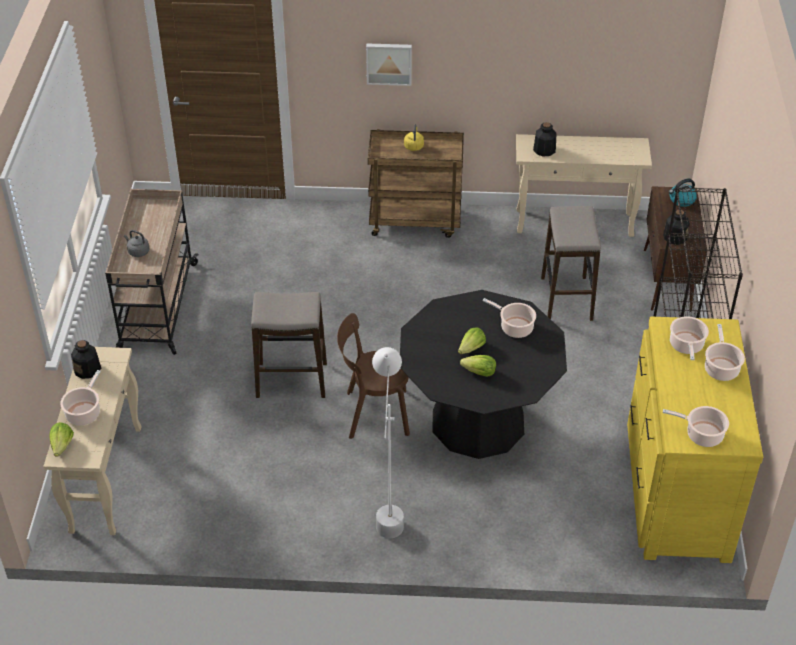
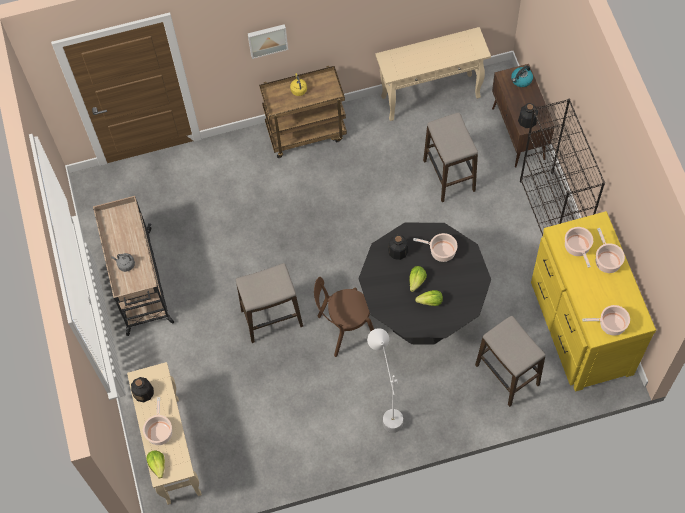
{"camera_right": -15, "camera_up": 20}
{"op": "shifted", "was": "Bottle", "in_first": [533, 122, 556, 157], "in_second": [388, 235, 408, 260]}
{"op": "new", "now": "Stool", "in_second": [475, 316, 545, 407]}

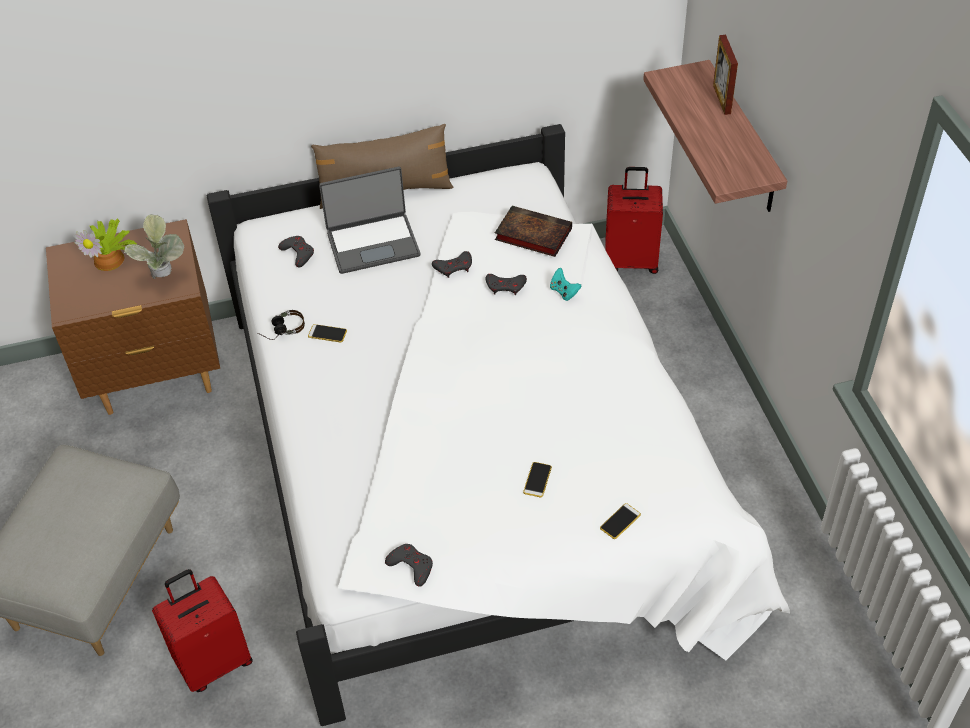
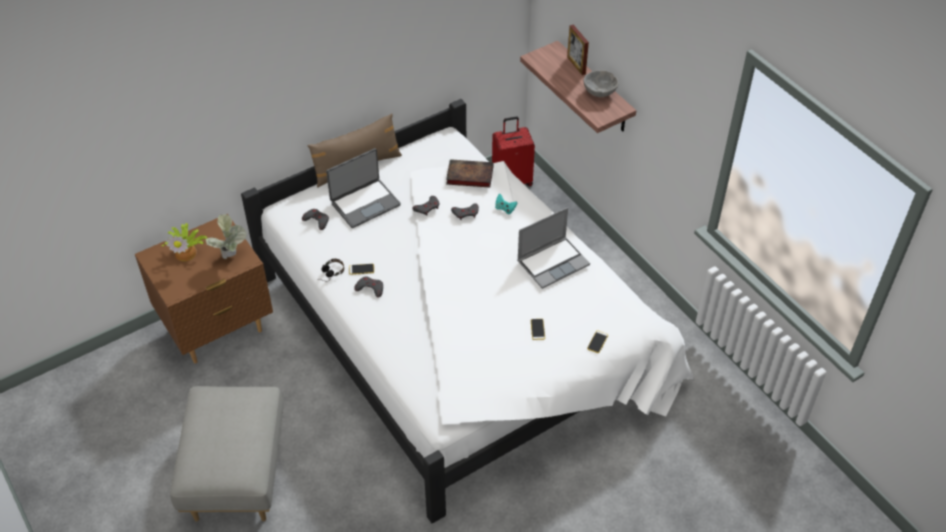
{"camera_right": -20, "camera_up": 0}
{"op": "shifted", "was": "GreyGameController", "in_first": [385, 544, 433, 587], "in_second": [354, 277, 383, 298]}
{"op": "new", "now": "Laptop", "in_second": [517, 207, 590, 289]}
{"op": "new", "now": "GreyBowl", "in_second": [584, 70, 618, 97]}
{"op": "gone", "was": "RedSuitcase", "in_first": [152, 569, 253, 692]}

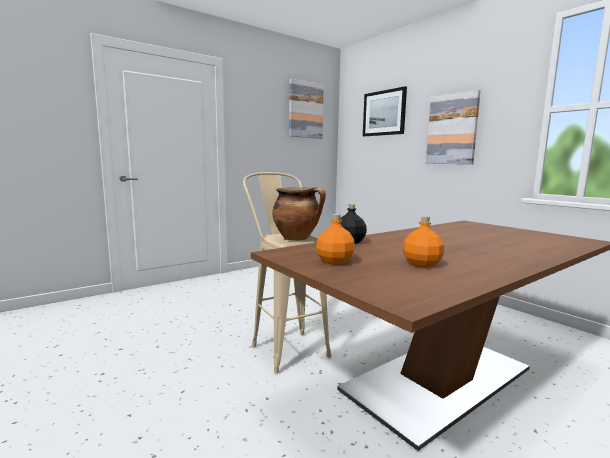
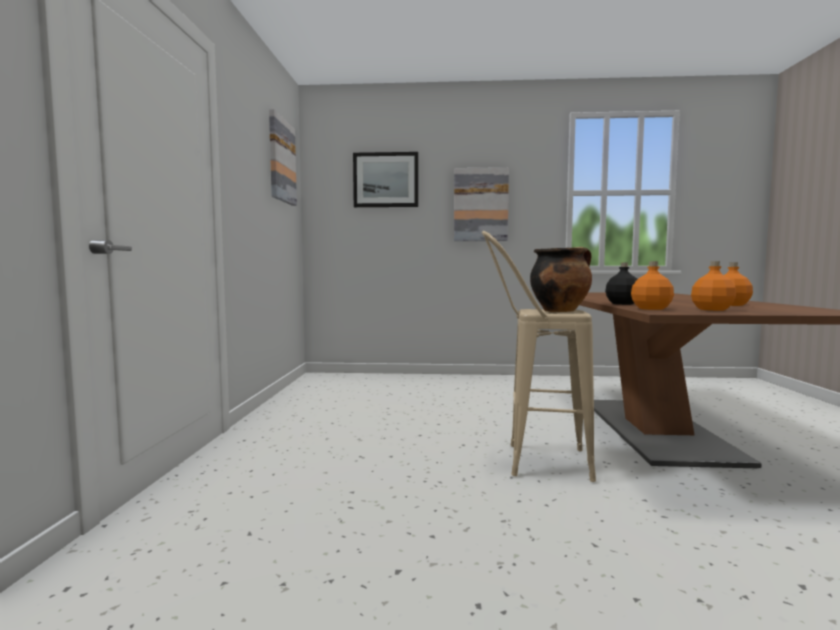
{"camera_right": -50, "camera_up": -5}
{"op": "new", "now": "OrangeBottle", "in_second": [631, 261, 674, 310]}

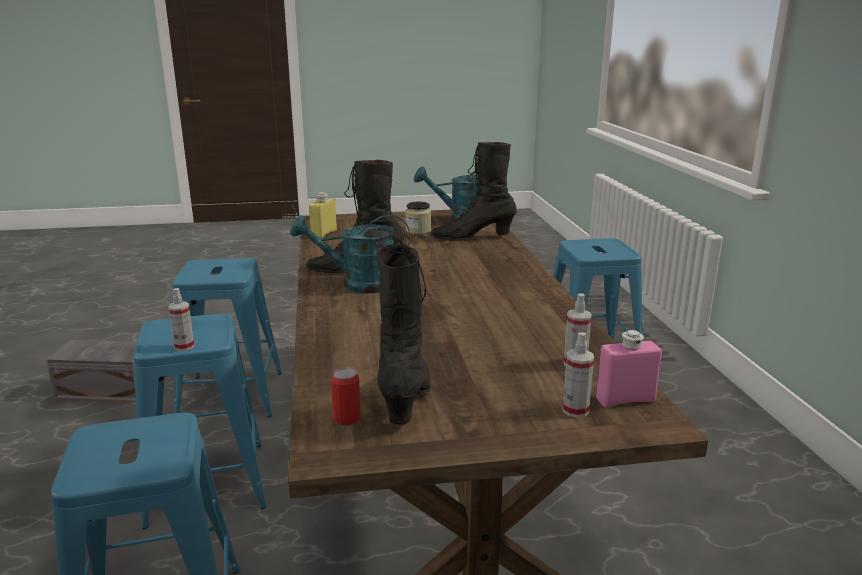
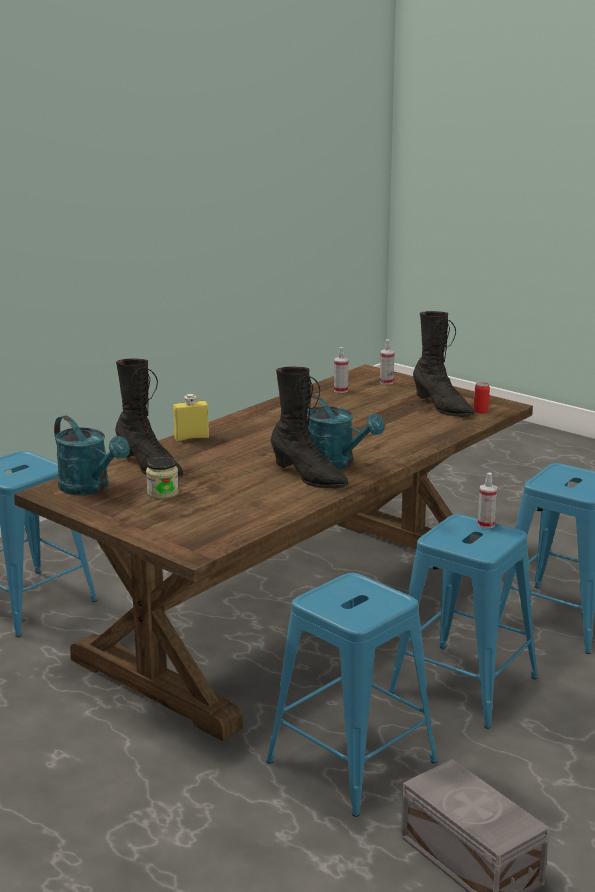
{"camera_right": -130, "camera_up": 0}
{"op": "shifted", "was": "YellowBottle", "in_first": [309, 192, 337, 239], "in_second": [173, 394, 209, 441]}
{"op": "rotated", "was": "BlackBoot", "in_first": [376, 242, 431, 425], "in_second": [413, 311, 474, 417], "clockwise": -90}
{"op": "gone", "was": "PinkBottle", "in_first": [596, 330, 662, 407]}

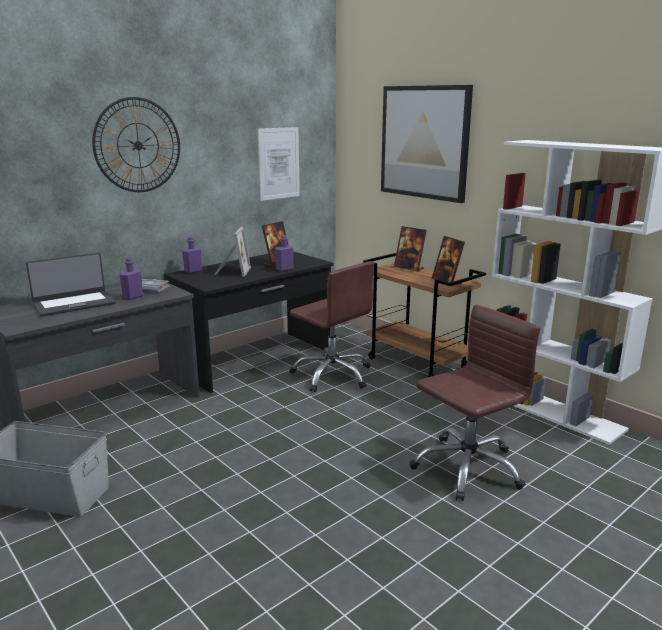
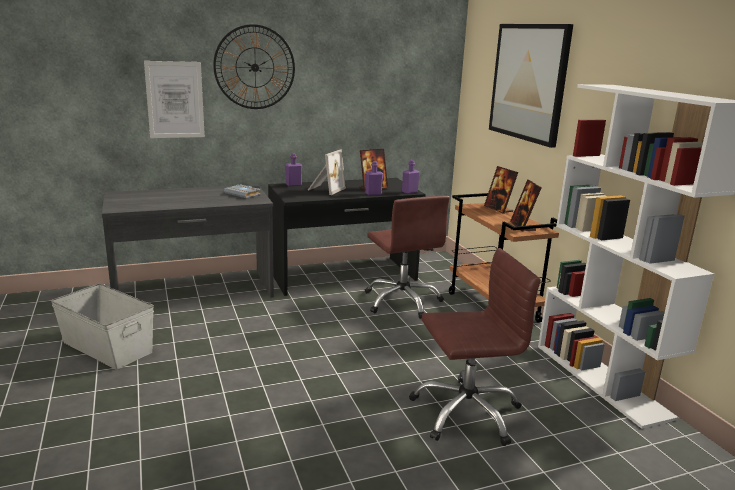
{"camera_right": 20, "camera_up": 0}
{"op": "shifted", "was": "Picture", "in_first": [257, 127, 300, 201], "in_second": [144, 61, 205, 138]}
{"op": "shifted", "was": "PurpleBottle", "in_first": [119, 257, 143, 300], "in_second": [402, 160, 420, 194]}
{"op": "gone", "was": "Laptop", "in_first": [26, 253, 116, 316]}

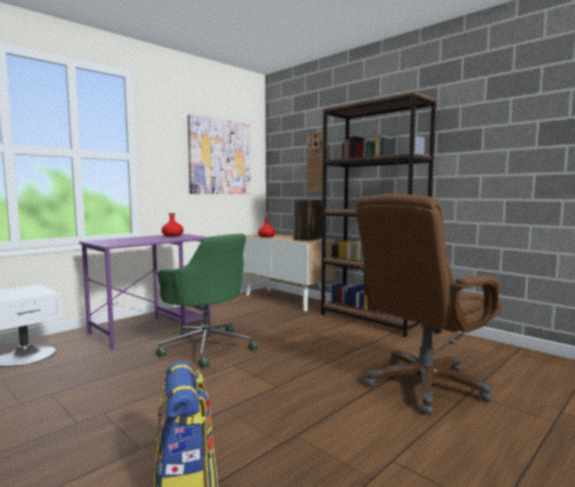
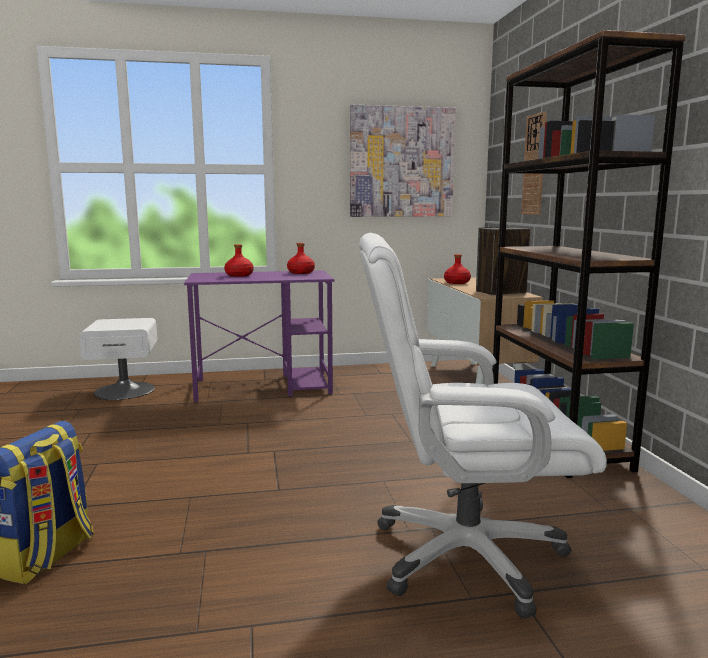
{"camera_right": 35, "camera_up": 5}
{"op": "new", "now": "RedBottle", "in_second": [224, 244, 254, 277]}
{"op": "repainted", "was": "BrownOfficeChair", "now": "WhiteOfficeChair", "in_first": [356, 194, 502, 415], "in_second": [359, 233, 607, 618]}
{"op": "gone", "was": "GreenOfficeChair", "in_first": [156, 234, 258, 368]}

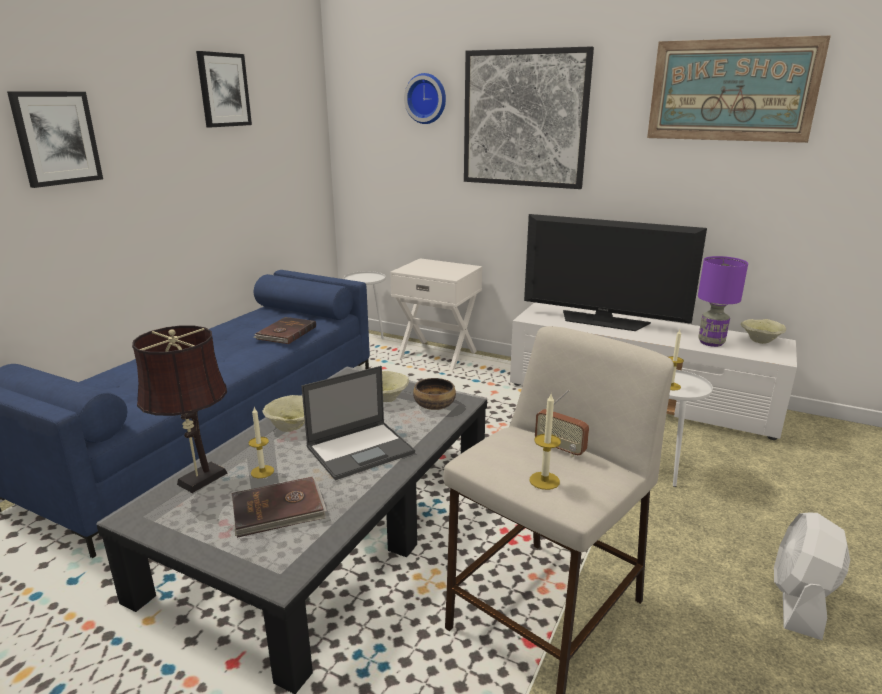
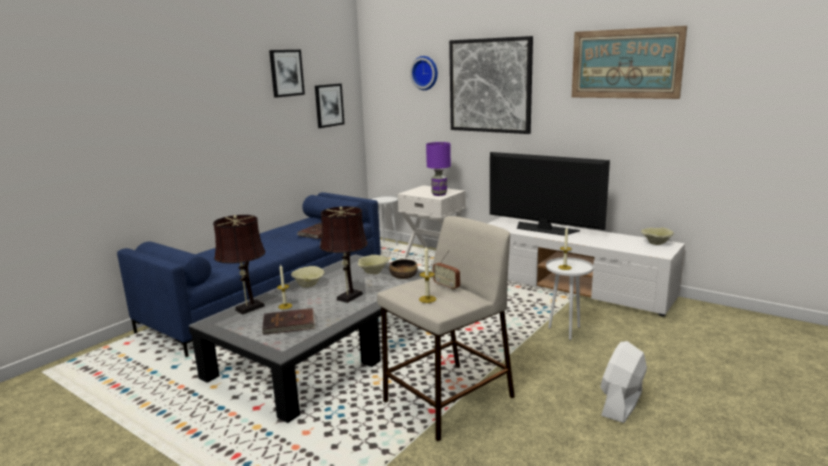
{"camera_right": 10, "camera_up": -5}
{"op": "shifted", "was": "Picture", "in_first": [7, 91, 103, 188], "in_second": [315, 84, 345, 128]}
{"op": "swapped", "was": "Laptop", "now": "BrownTableLamp", "in_first": [301, 366, 415, 480], "in_second": [320, 206, 368, 303]}
{"op": "shifted", "was": "PurpleTableLamp", "in_first": [698, 256, 748, 347], "in_second": [426, 142, 451, 196]}

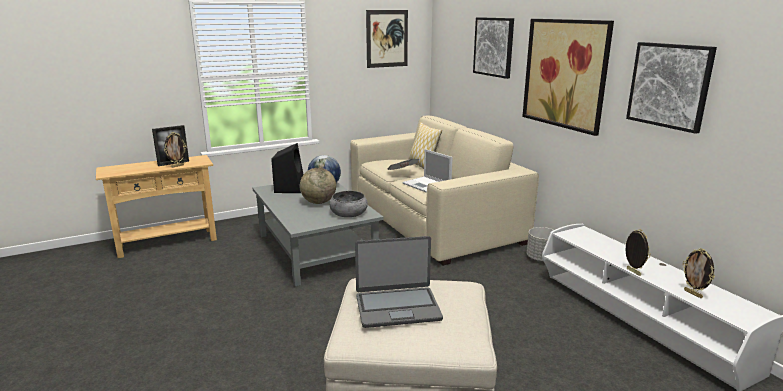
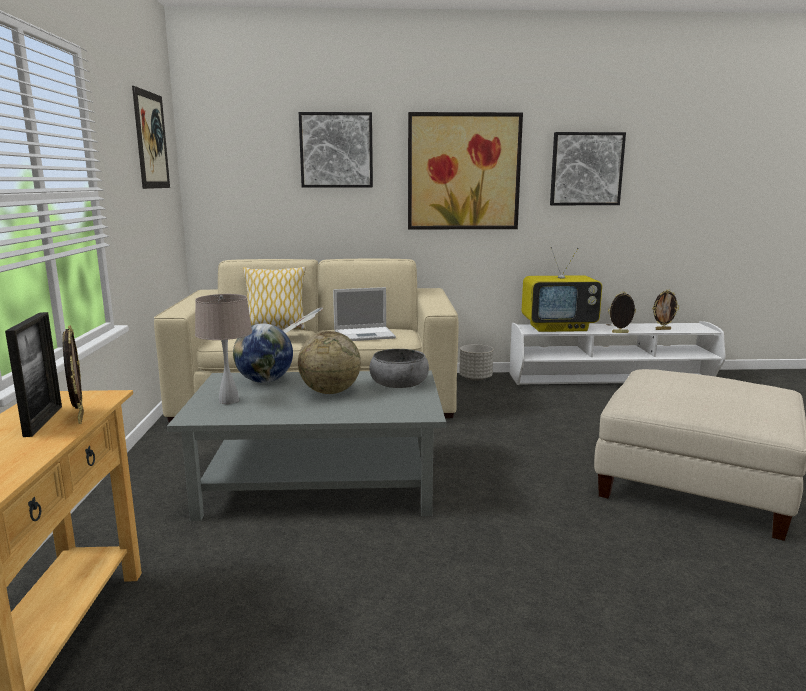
{"camera_right": -65, "camera_up": -5}
{"op": "swapped", "was": "BlackSpeaker", "now": "BeigeTableLamp", "in_first": [271, 143, 304, 193], "in_second": [195, 294, 252, 404]}
{"op": "new", "now": "Television", "in_second": [522, 247, 602, 332]}
{"op": "gone", "was": "Laptop", "in_first": [355, 236, 443, 328]}

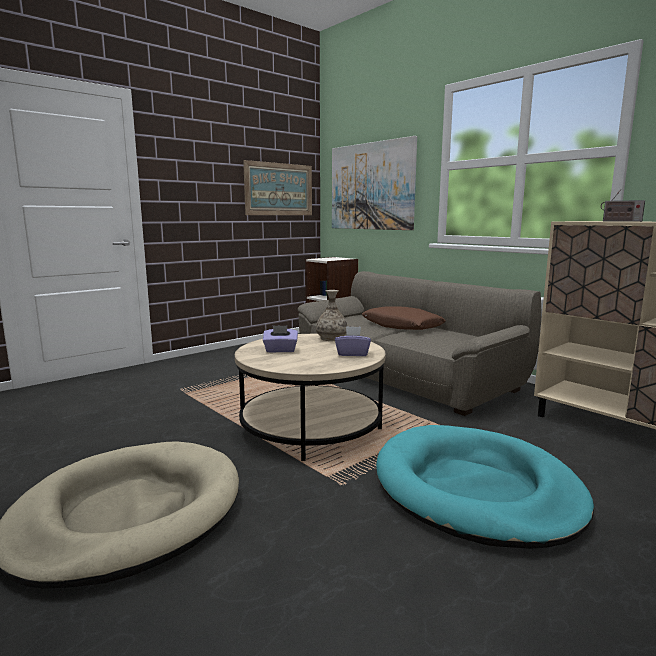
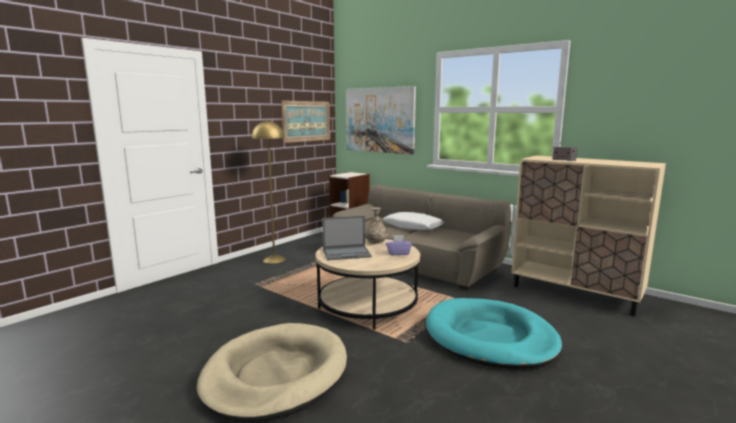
{"camera_right": -10, "camera_up": 0}
{"op": "new", "now": "YellowFloorLamp", "in_second": [252, 120, 286, 264]}
{"op": "swapped", "was": "PurpleTissueBox", "now": "Laptop", "in_first": [263, 325, 298, 353], "in_second": [322, 216, 372, 260]}
{"op": "repainted", "was": "BrownPillow", "now": "WhitePillow", "in_first": [362, 306, 446, 330], "in_second": [383, 212, 444, 230]}

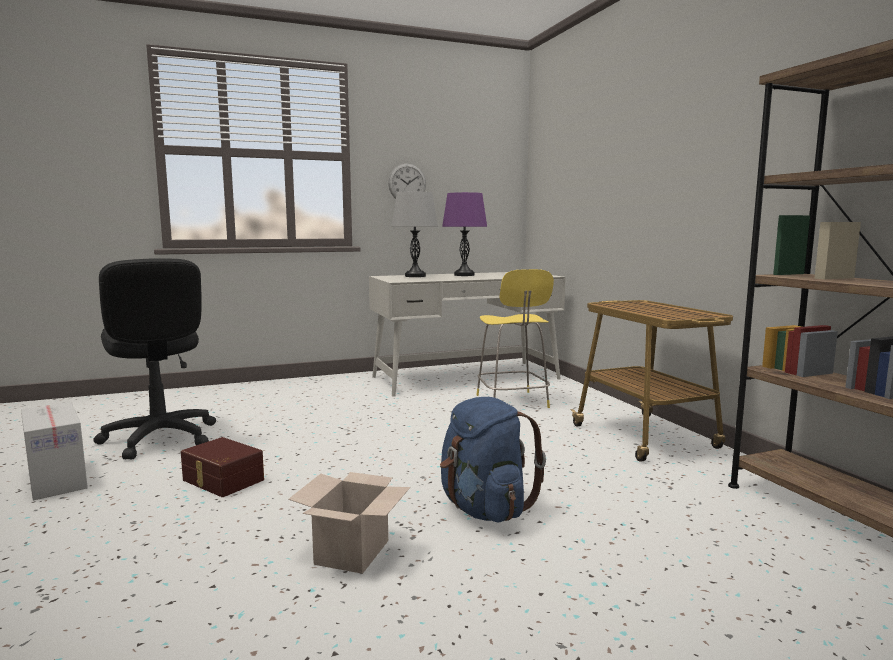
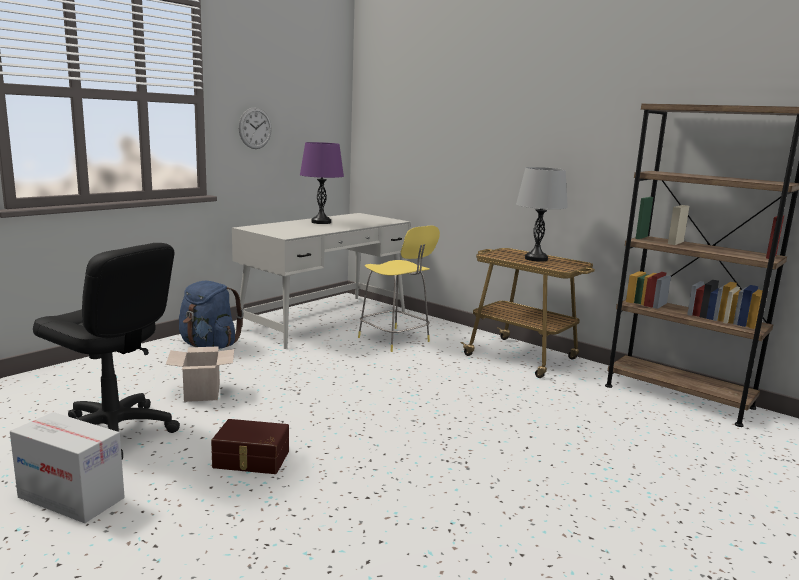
{"camera_right": -30, "camera_up": 5}
{"op": "shifted", "was": "CardboardBox", "in_first": [288, 472, 410, 574], "in_second": [166, 346, 234, 402]}
{"op": "shifted", "was": "BlueBackpack", "in_first": [440, 397, 546, 522], "in_second": [179, 281, 244, 349]}
{"op": "shifted", "was": "GreyTableLamp", "in_first": [392, 192, 438, 277], "in_second": [516, 167, 568, 262]}

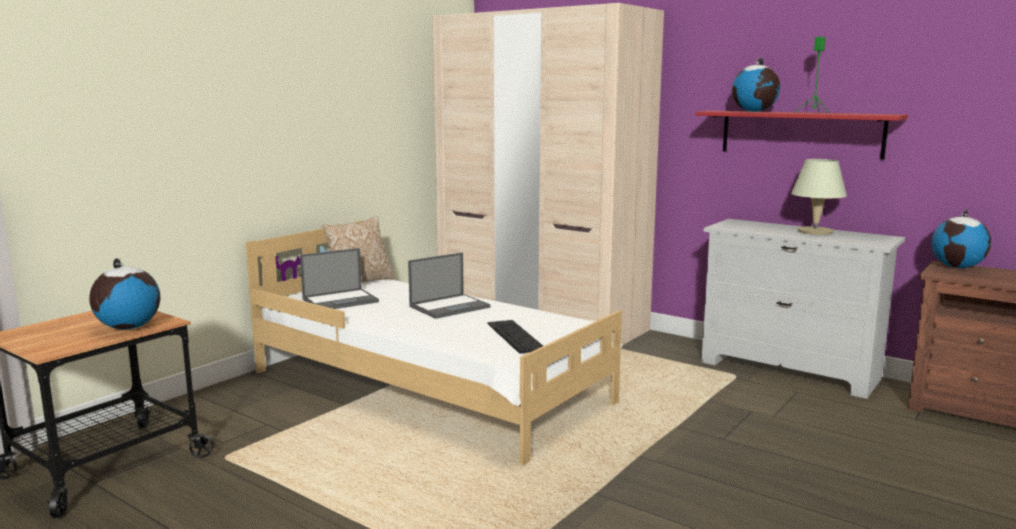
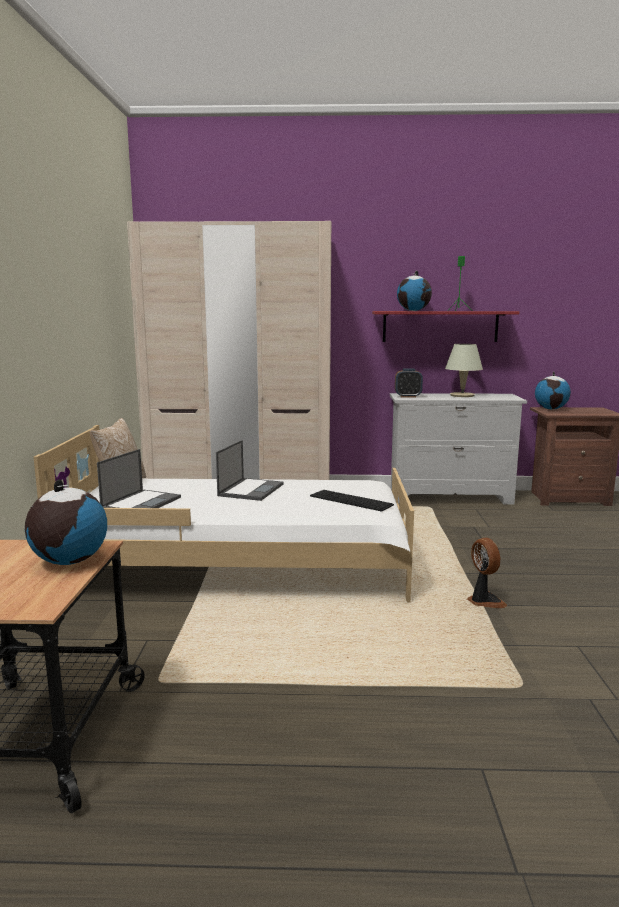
{"camera_right": -35, "camera_up": 0}
{"op": "new", "now": "AlarmClock", "in_second": [395, 369, 423, 398]}
{"op": "new", "now": "Fan", "in_second": [467, 538, 507, 608]}

